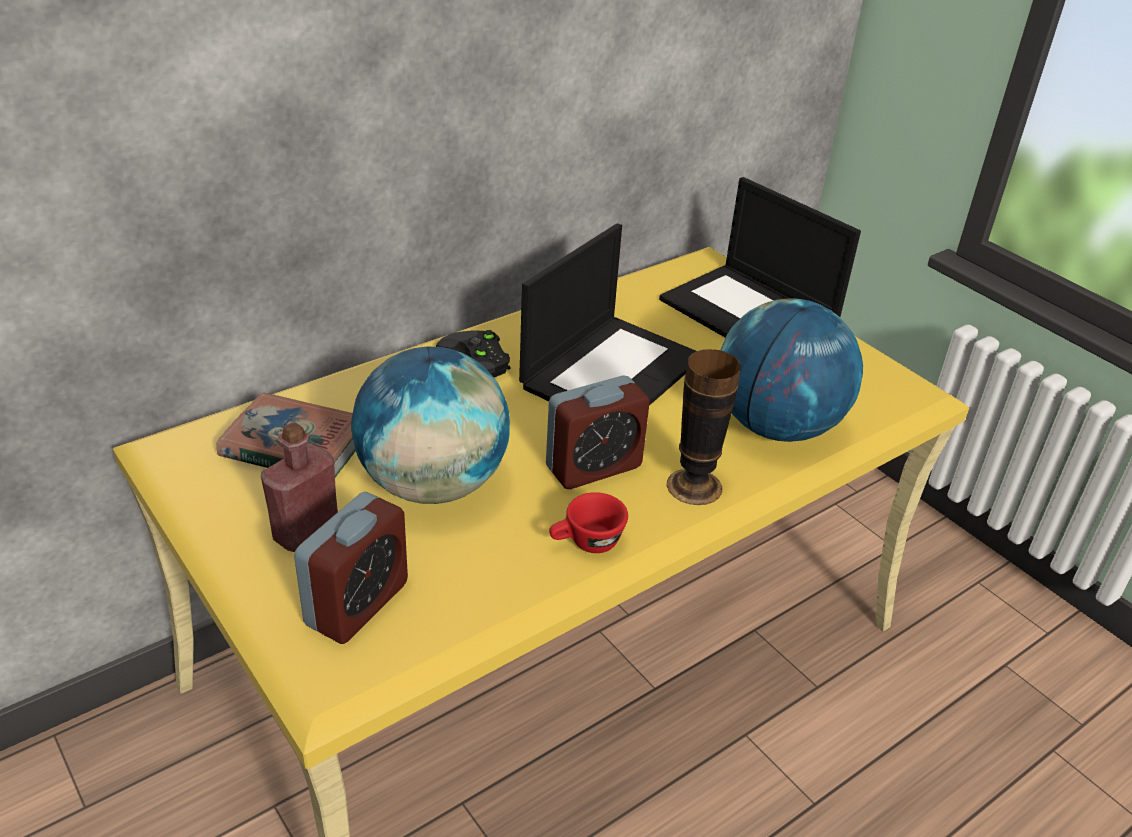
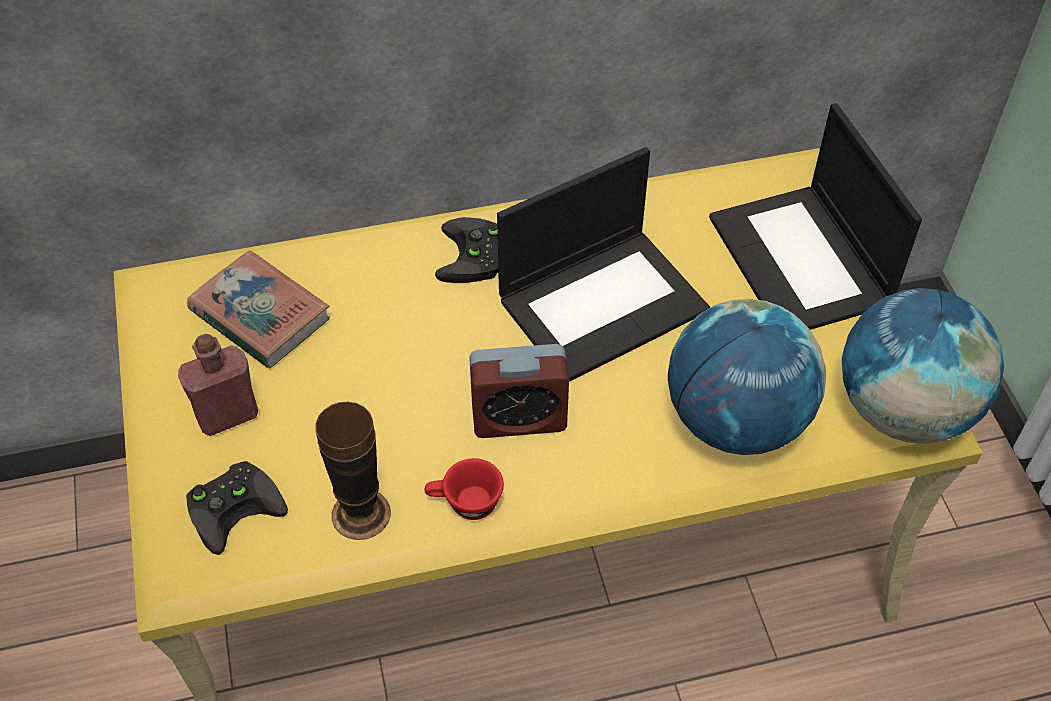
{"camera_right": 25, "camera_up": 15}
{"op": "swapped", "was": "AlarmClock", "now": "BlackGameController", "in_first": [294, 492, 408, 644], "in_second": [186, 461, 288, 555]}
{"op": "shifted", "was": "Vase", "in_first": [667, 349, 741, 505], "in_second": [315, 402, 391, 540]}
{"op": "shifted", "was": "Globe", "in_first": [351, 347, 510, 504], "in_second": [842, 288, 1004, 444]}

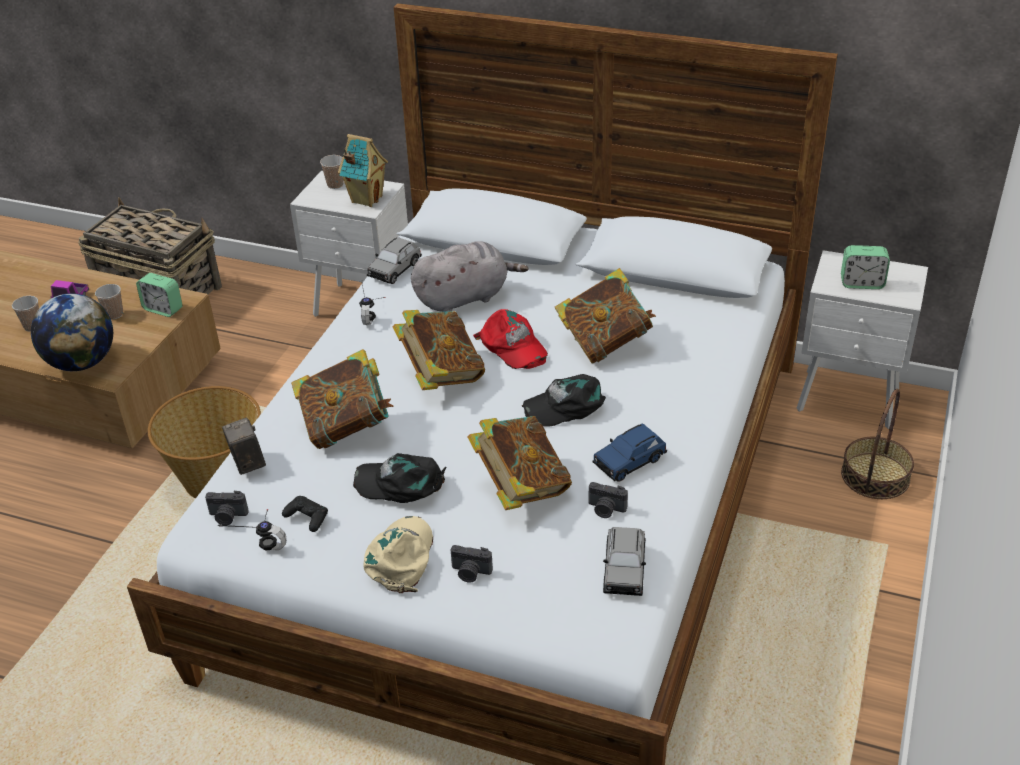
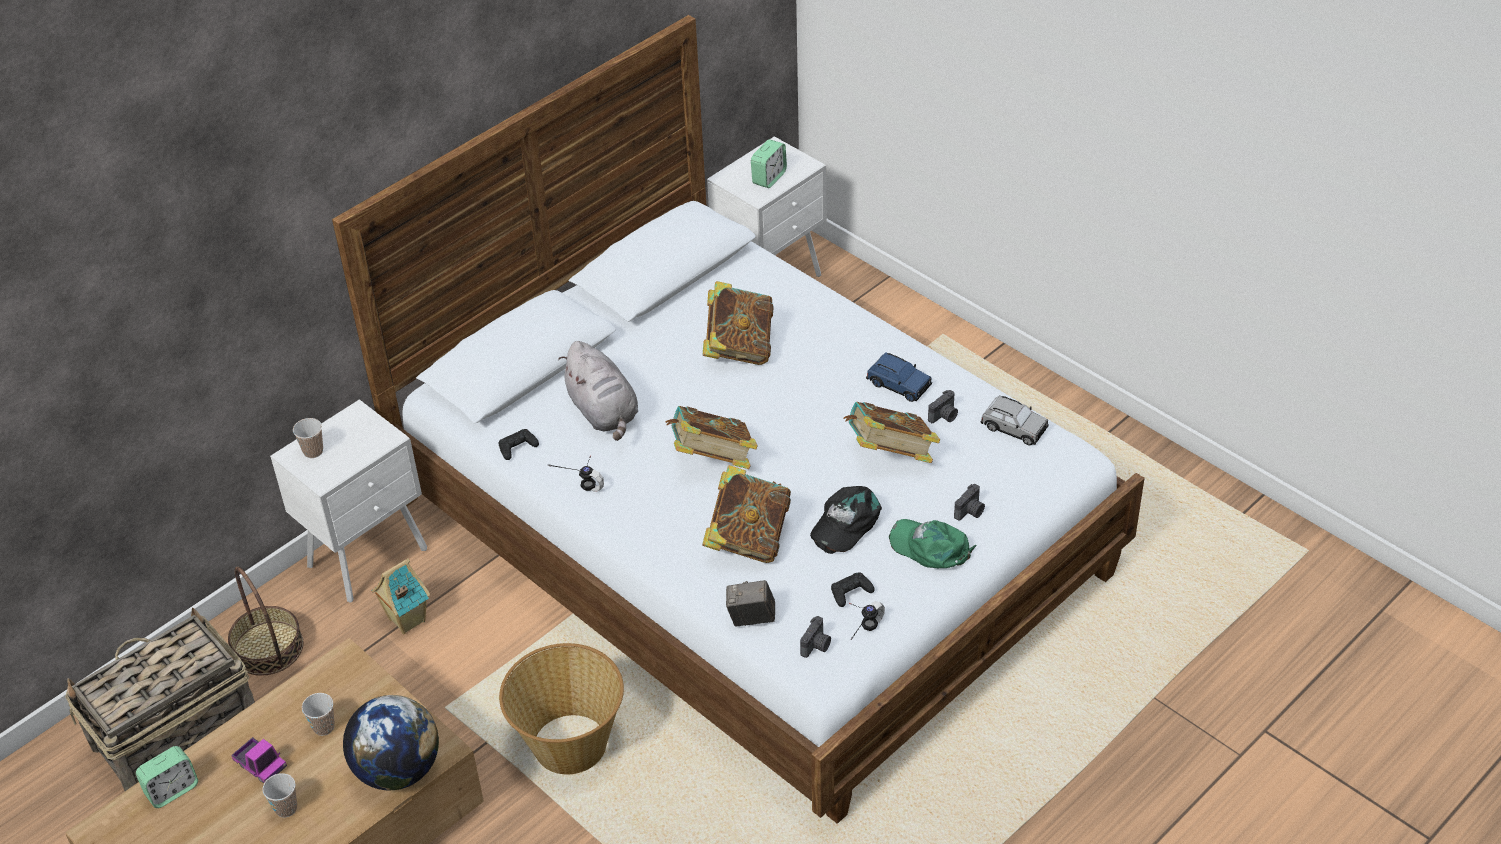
{"camera_right": -65, "camera_up": 5}
{"op": "shifted", "was": "AlarmClock", "in_first": [136, 273, 182, 317], "in_second": [136, 746, 198, 808]}
{"op": "shifted", "was": "Basket", "in_first": [841, 389, 914, 499], "in_second": [228, 567, 304, 676]}
{"op": "shifted", "was": "ToyHouse", "in_first": [338, 134, 388, 207], "in_second": [372, 558, 430, 634]}
{"op": "swapped", "was": "GreyToyCar", "now": "BlackGameController", "in_first": [367, 237, 422, 284], "in_second": [499, 429, 539, 460]}
{"op": "rotated", "was": "GreyPlushToy", "in_first": [411, 241, 528, 312], "in_second": [558, 341, 638, 441], "clockwise": 150}
{"op": "rotated", "was": "BlueToyCar", "in_first": [593, 423, 667, 482], "in_second": [866, 352, 932, 402], "clockwise": -45}
{"op": "repainted", "was": "BeigeCap", "now": "GreenCap", "in_first": [364, 516, 433, 593], "in_second": [889, 519, 976, 568]}
{"op": "gone", "was": "RedCap", "in_first": [473, 309, 548, 369]}
{"op": "gone", "was": "BlackCap", "in_first": [522, 374, 606, 427]}

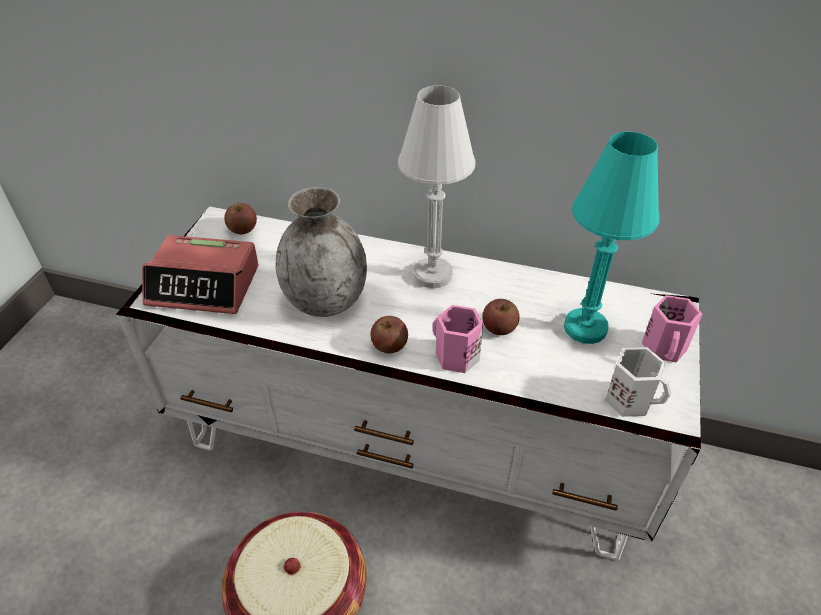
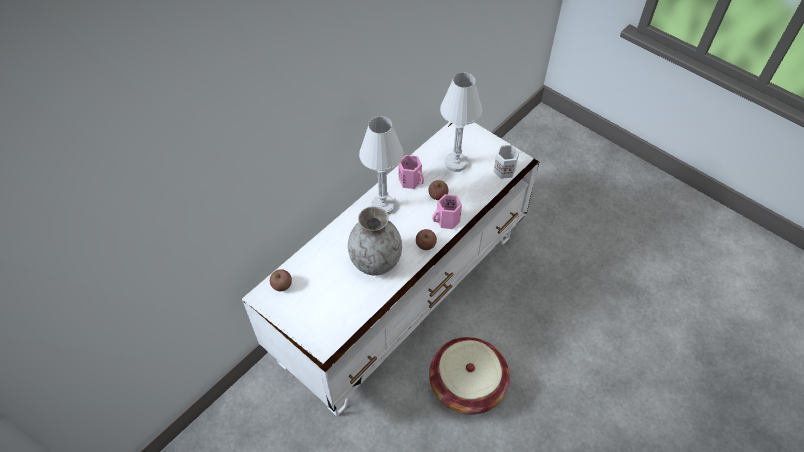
{"camera_right": -65, "camera_up": 10}
{"op": "shifted", "was": "PinkMug", "in_first": [642, 295, 703, 363], "in_second": [398, 155, 424, 189]}
{"op": "repainted", "was": "TurquoiseTableLamp", "now": "WhiteTableLamp", "in_first": [564, 132, 660, 344], "in_second": [440, 72, 482, 172]}
{"op": "gone", "was": "AlarmClock", "in_first": [142, 235, 259, 314]}

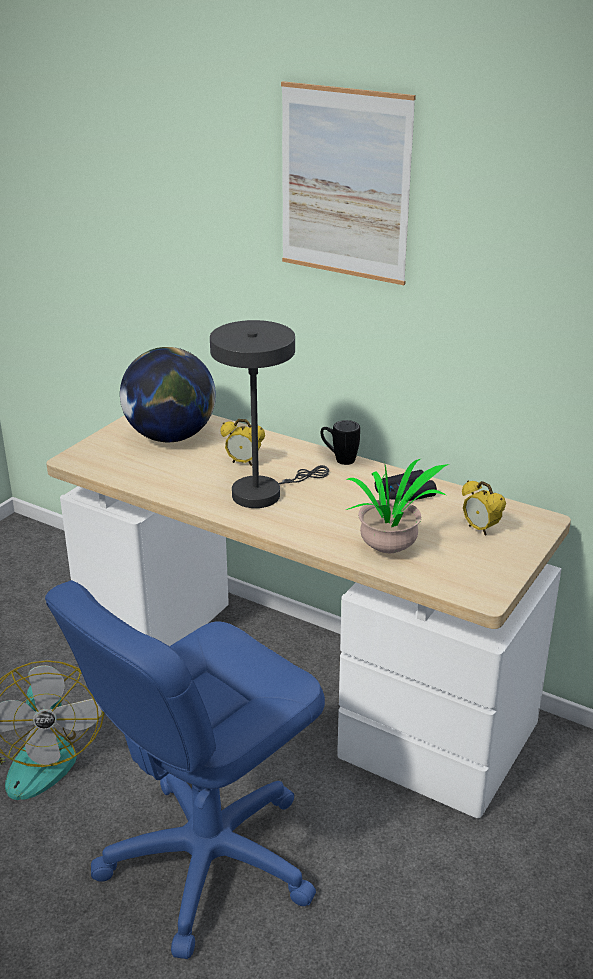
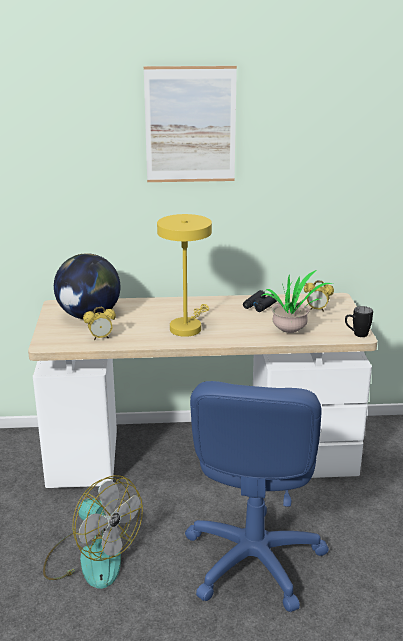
{"camera_right": -35, "camera_up": -5}
{"op": "shifted", "was": "AlarmClock", "in_first": [220, 419, 265, 466], "in_second": [83, 306, 116, 340]}
{"op": "repainted", "was": "GreyTableLamp", "now": "YellowTableLamp", "in_first": [210, 320, 329, 508], "in_second": [157, 214, 212, 337]}
{"op": "shifted", "was": "BlackMug", "in_first": [321, 420, 360, 465], "in_second": [345, 306, 373, 337]}

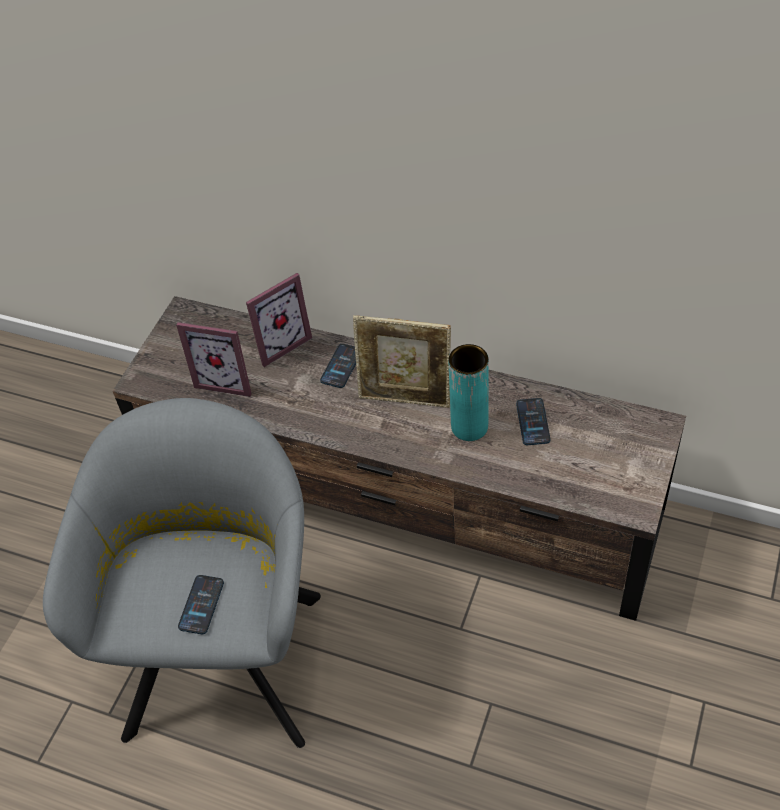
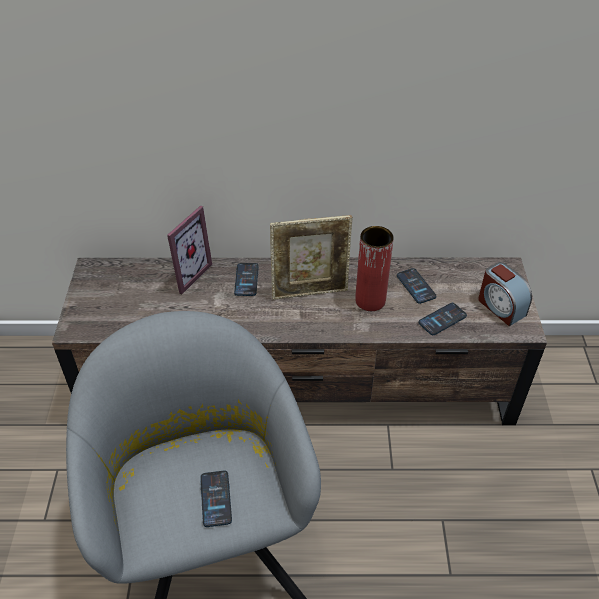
{"camera_right": -25, "camera_up": -5}
{"op": "repainted", "was": "TurquoiseVase", "now": "RedVase", "in_first": [449, 344, 489, 441], "in_second": [355, 226, 394, 311]}
{"op": "new", "now": "Phone", "in_second": [419, 303, 467, 335]}
{"op": "new", "now": "AlarmClock", "in_second": [478, 262, 532, 326]}
{"op": "gone", "was": "PictureFrame", "in_first": [176, 322, 252, 397]}

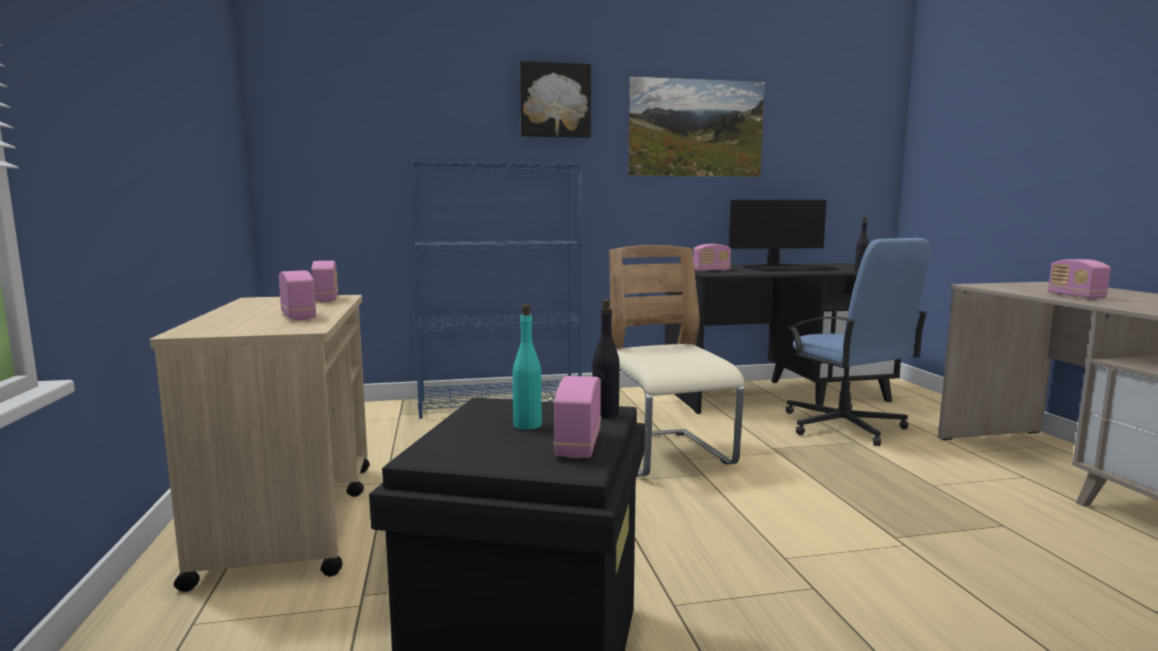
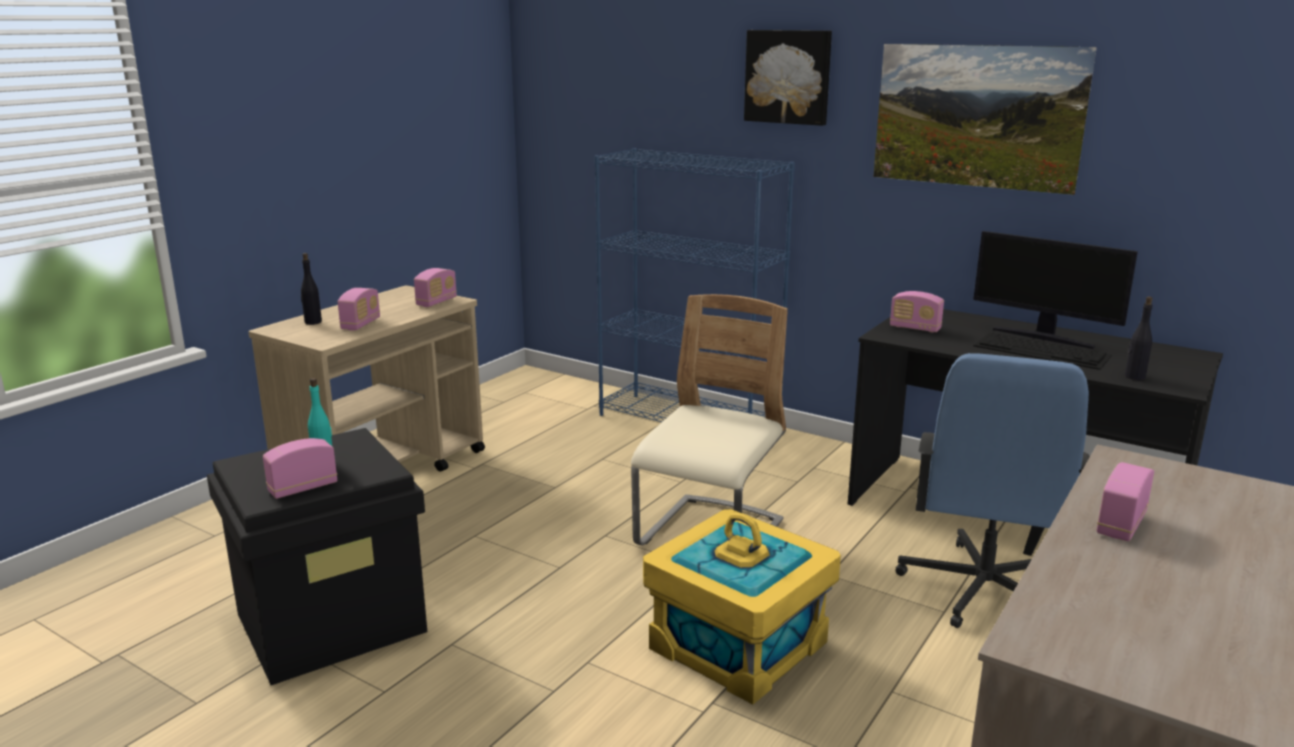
{"camera_right": 45, "camera_up": 10}
{"op": "shifted", "was": "BlackBottle", "in_first": [592, 299, 620, 418], "in_second": [301, 253, 322, 325]}
{"op": "new", "now": "YellowStorageBox", "in_second": [643, 509, 841, 704]}

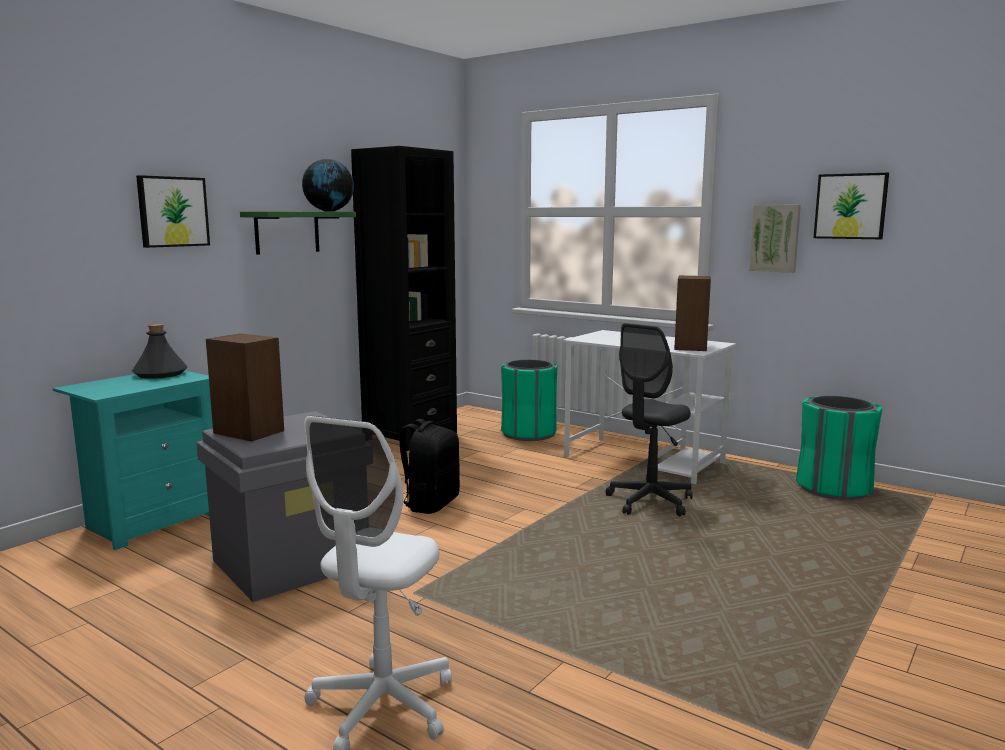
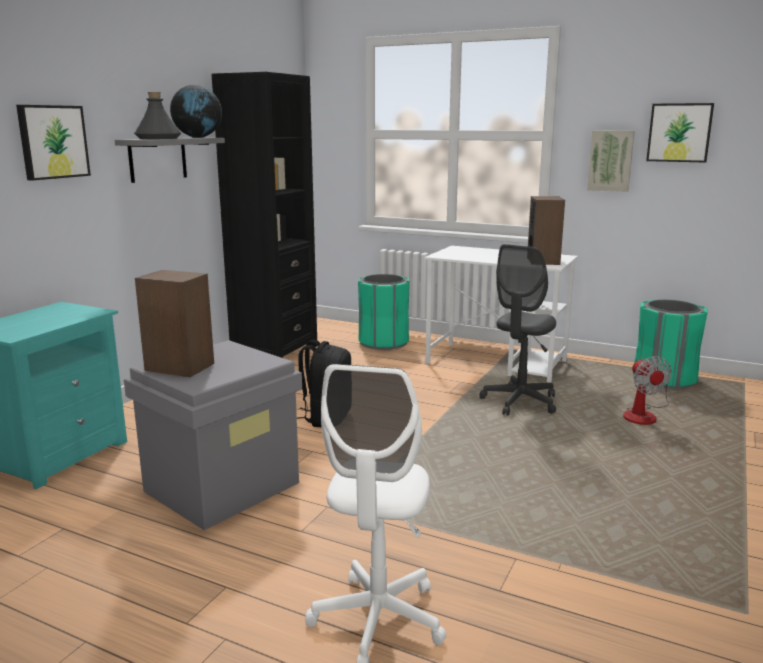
{"camera_right": -10, "camera_up": 5}
{"op": "repainted", "was": "GreenShelf", "now": "GreyShelf", "in_first": [240, 211, 356, 255], "in_second": [115, 137, 225, 183]}
{"op": "shifted", "was": "GreyBottle", "in_first": [132, 324, 187, 379], "in_second": [134, 92, 181, 139]}
{"op": "new", "now": "Fan", "in_second": [623, 356, 672, 425]}

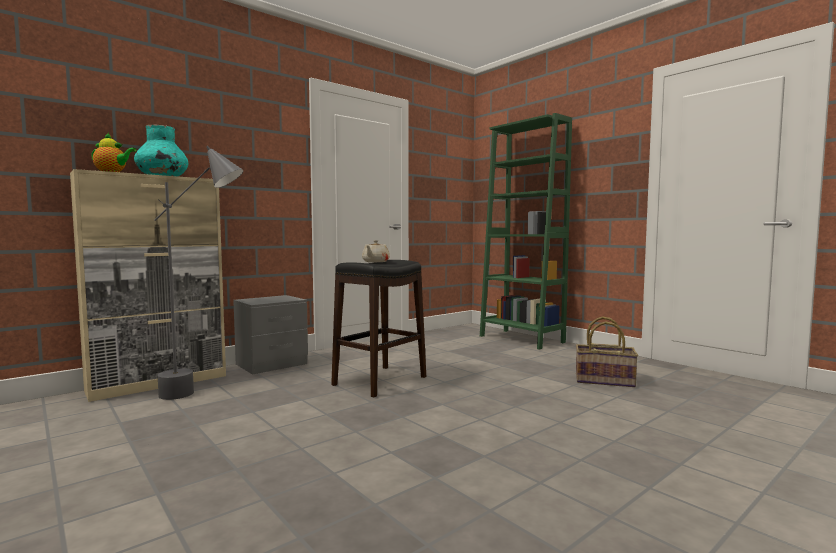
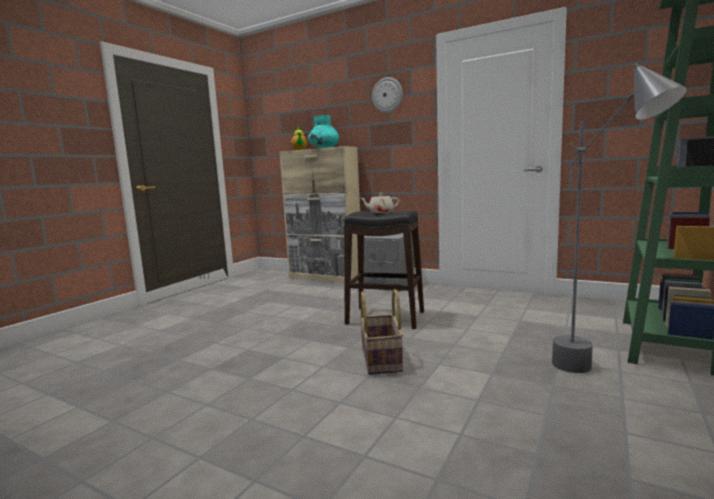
{"camera_right": 70, "camera_up": 5}
{"op": "shifted", "was": "Basket", "in_first": [576, 316, 638, 387], "in_second": [360, 289, 403, 375]}
{"op": "new", "now": "WallClock", "in_second": [372, 77, 403, 113]}
{"op": "shifted", "was": "GreyFloorLamp", "in_first": [154, 146, 243, 400], "in_second": [552, 63, 687, 373]}

